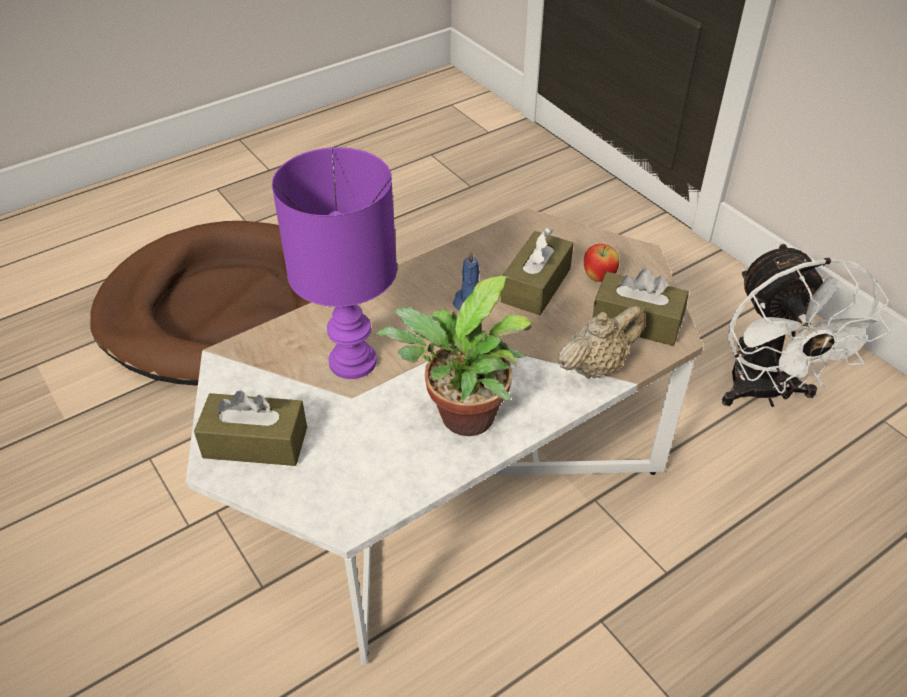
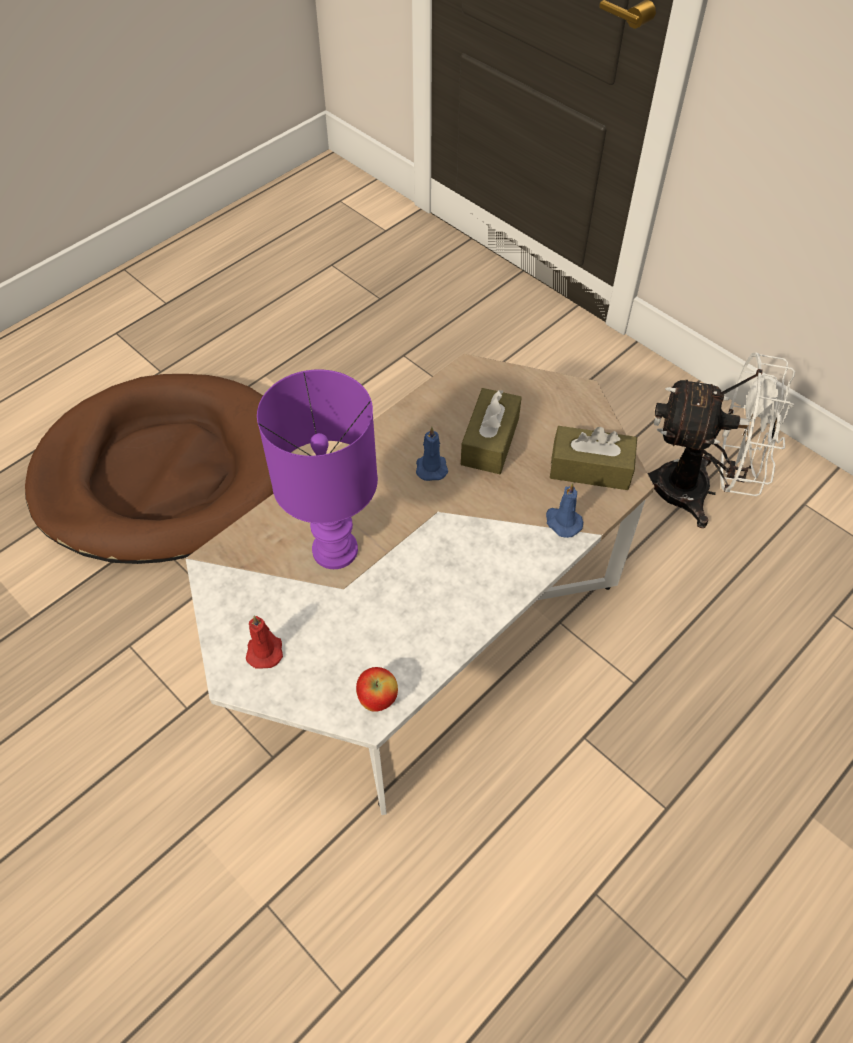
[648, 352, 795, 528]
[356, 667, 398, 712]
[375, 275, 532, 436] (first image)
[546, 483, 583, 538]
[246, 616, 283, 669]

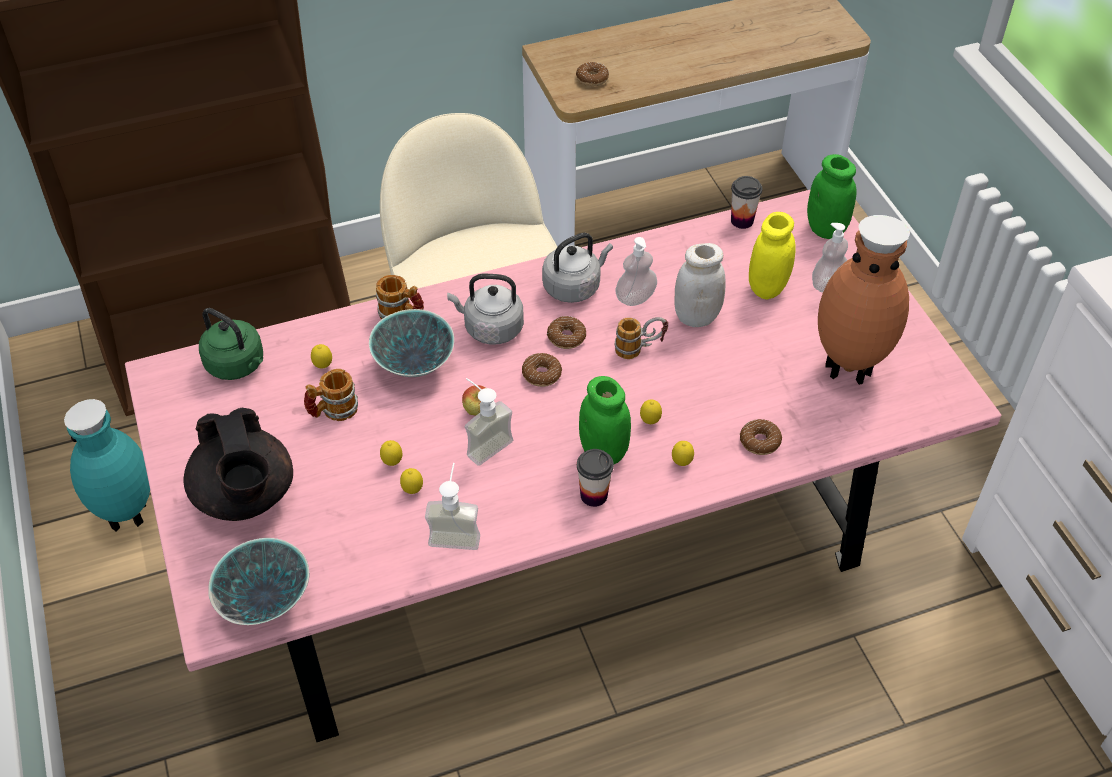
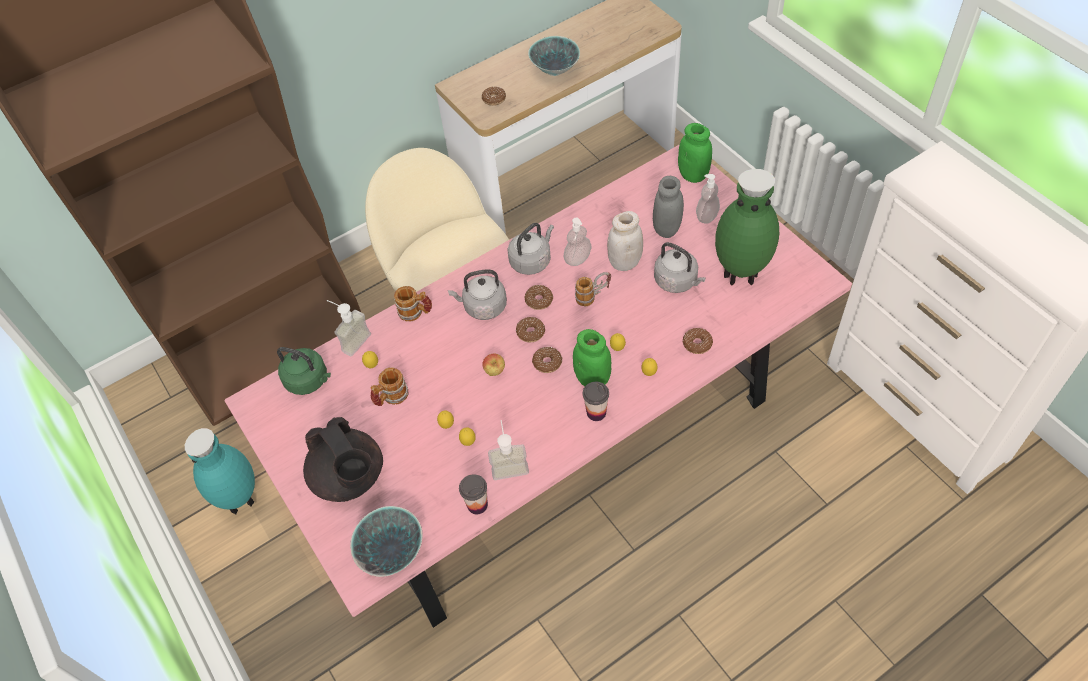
[459, 474, 488, 514]
[653, 176, 684, 238]
[715, 169, 779, 286]
[528, 36, 580, 76]
[327, 300, 371, 357]
[654, 242, 706, 293]
[532, 347, 562, 373]

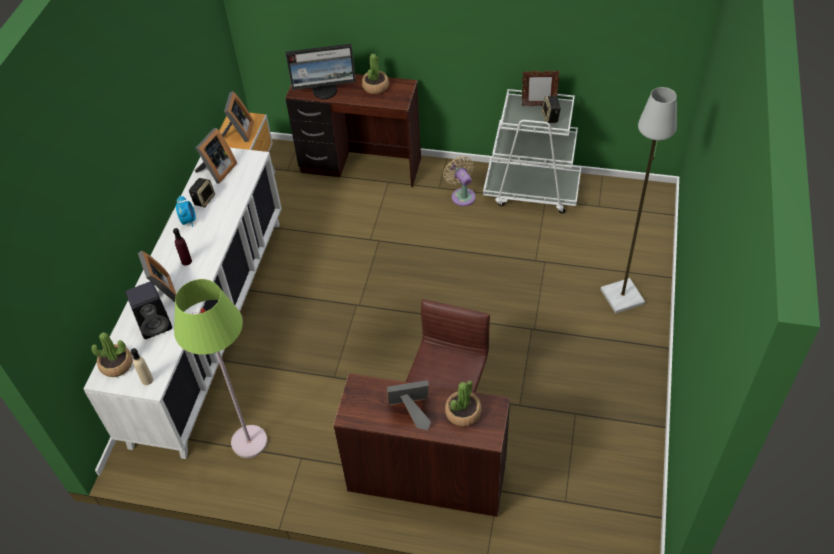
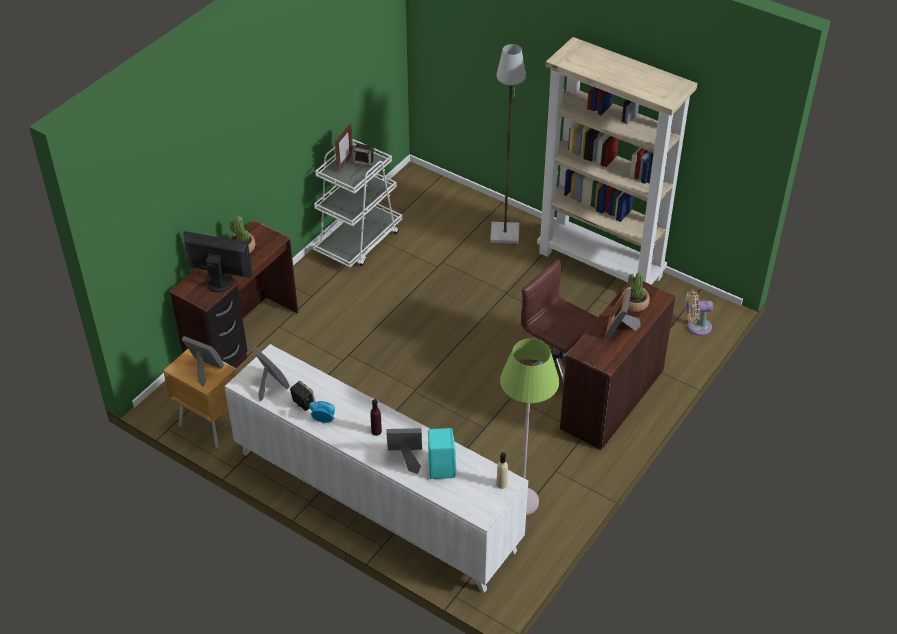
[183, 231, 253, 292]
[685, 290, 713, 336]
[428, 428, 456, 479]
[92, 332, 133, 377] (first image)
[537, 37, 697, 285]

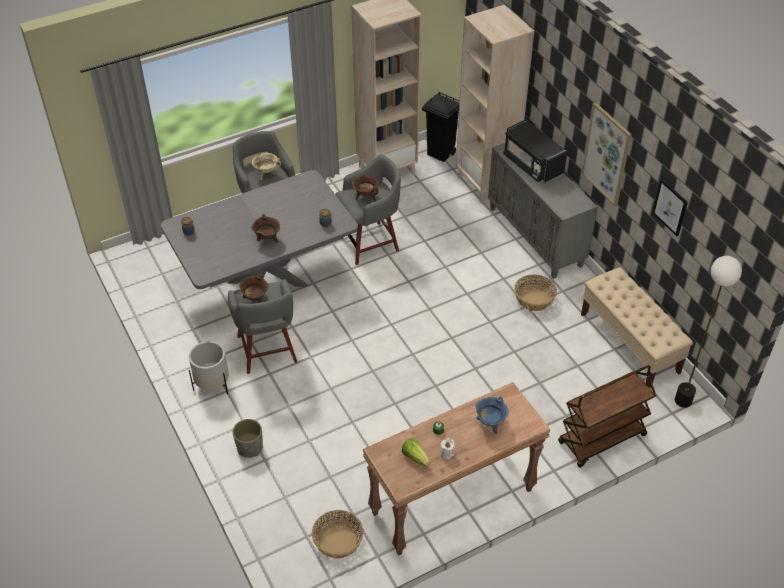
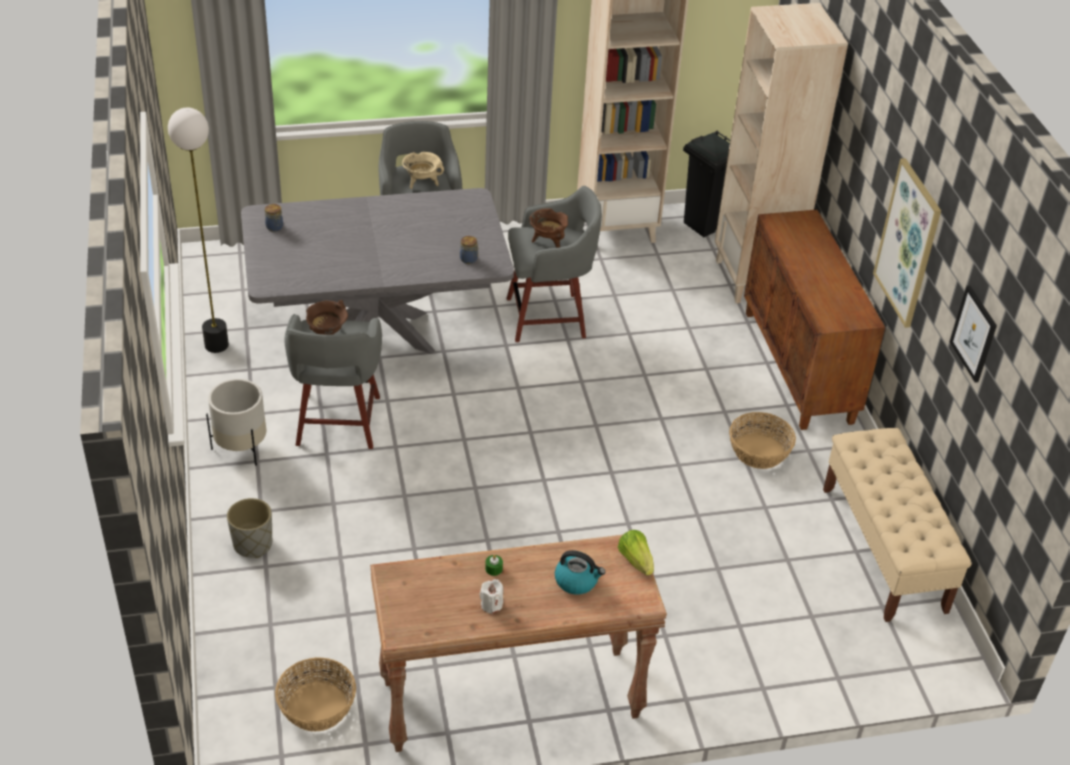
[503, 120, 568, 183] (first image)
[744, 210, 885, 430]
[251, 214, 280, 243] (first image)
[168, 108, 229, 353]
[558, 365, 657, 468] (first image)
[555, 550, 605, 595]
[618, 530, 654, 576]

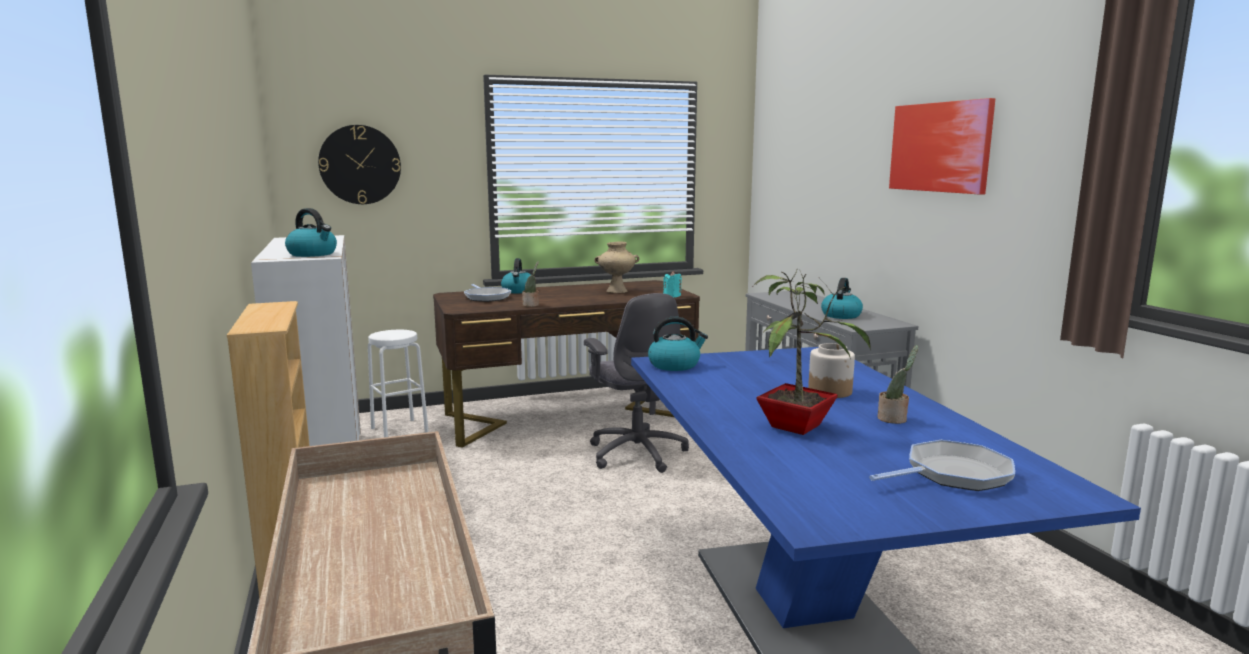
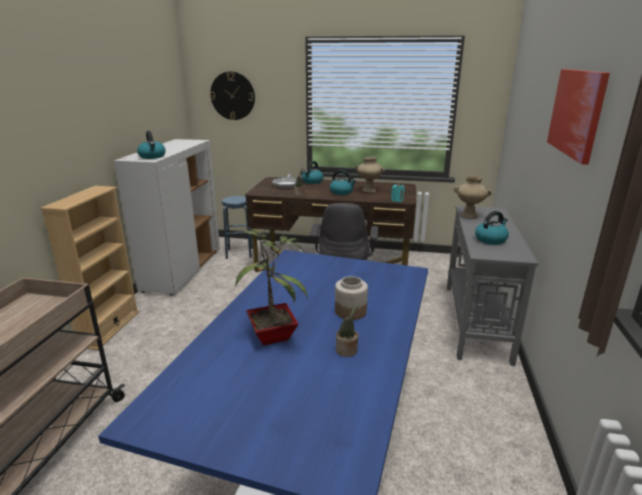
[330, 170, 356, 195]
[222, 196, 253, 259]
[869, 440, 1015, 491] (first image)
[454, 176, 492, 219]

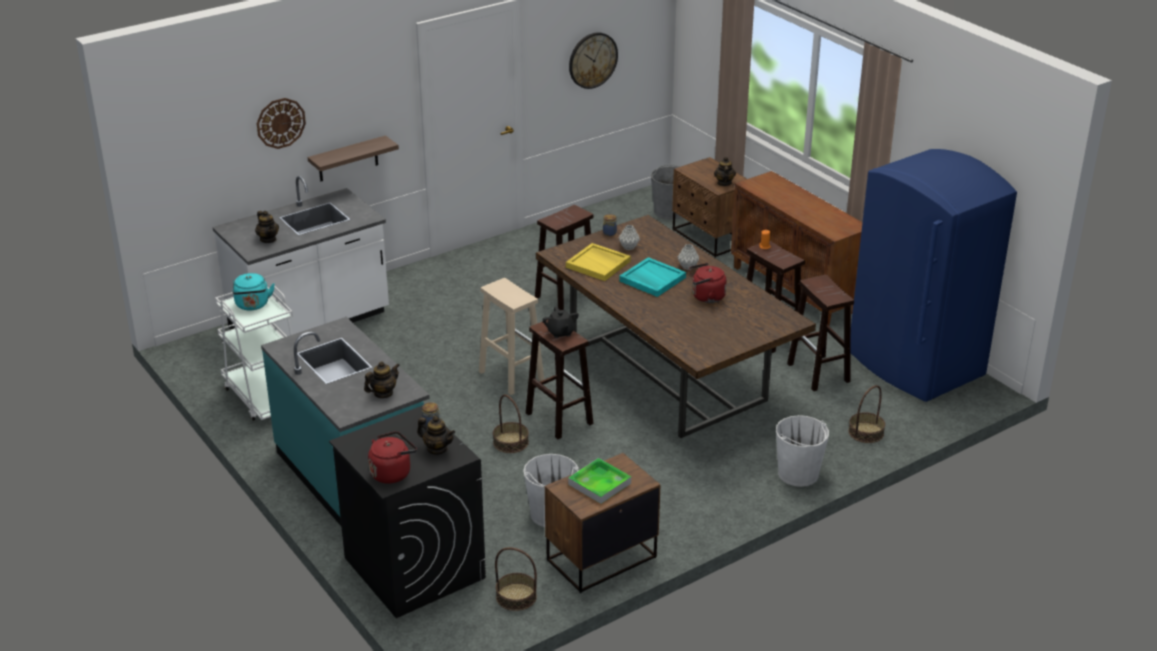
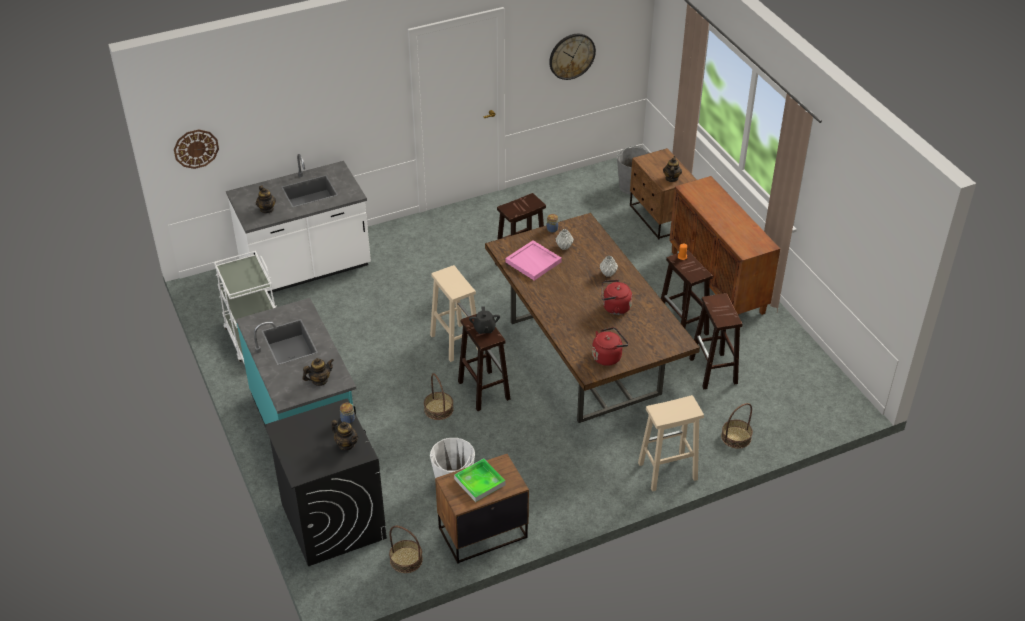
[174, 129, 219, 169]
[308, 135, 399, 181] (first image)
[851, 149, 1017, 402] (first image)
[505, 240, 562, 280]
[619, 257, 686, 297] (first image)
[232, 273, 275, 310] (first image)
[638, 395, 704, 491]
[592, 327, 629, 366]

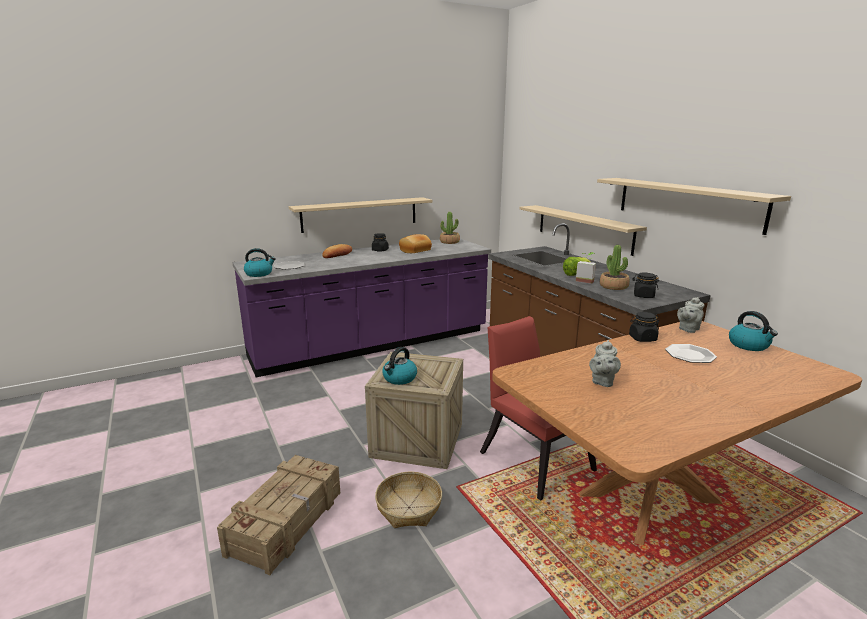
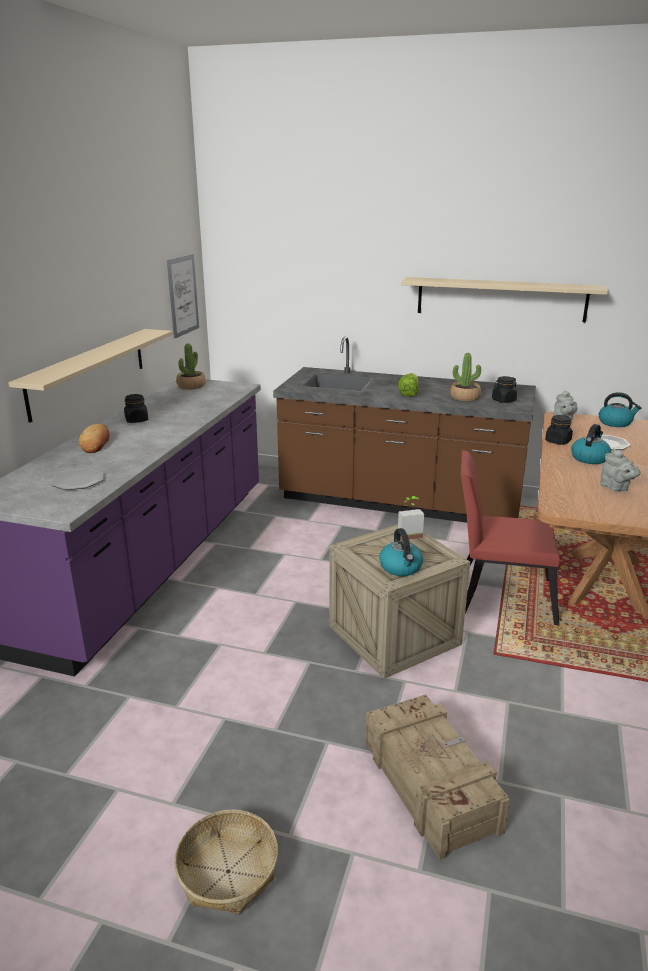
[519, 205, 647, 256] (first image)
[399, 234, 432, 253] (first image)
[571, 424, 611, 464]
[398, 496, 424, 541]
[174, 810, 278, 914]
[167, 255, 199, 338]

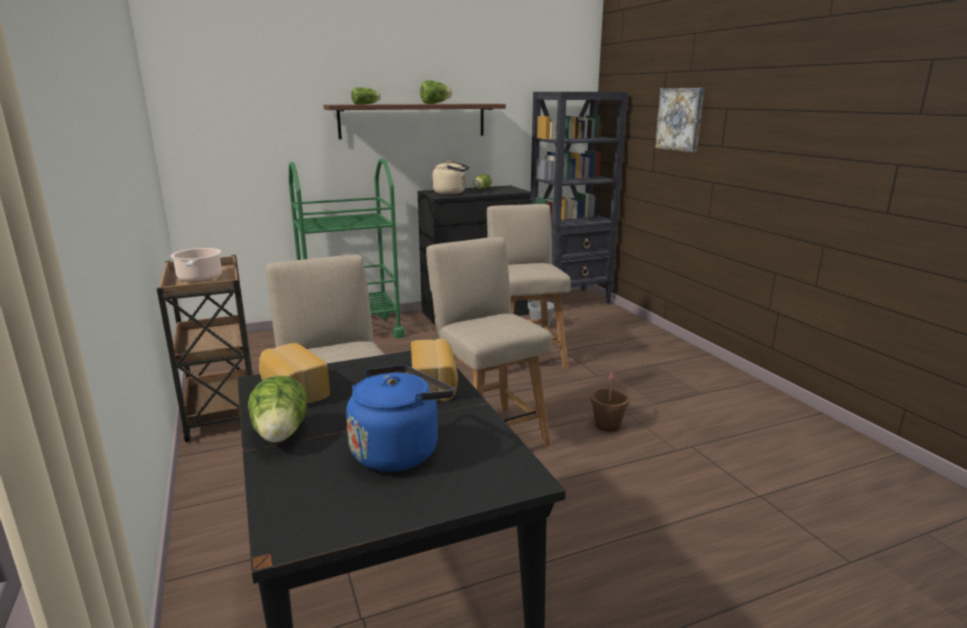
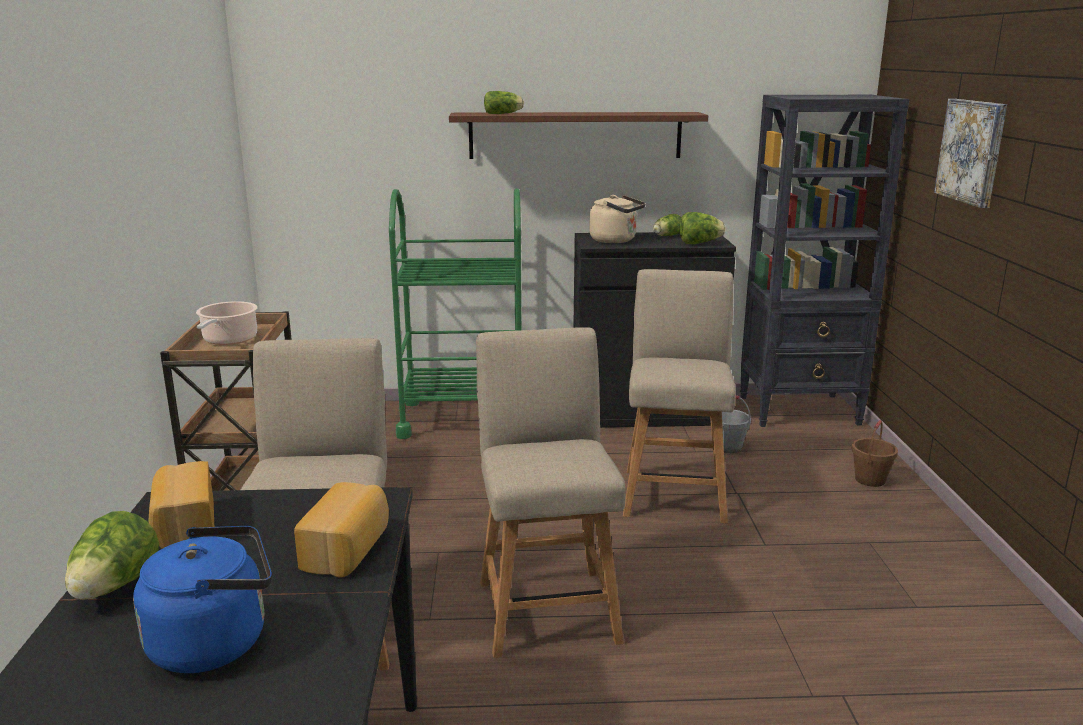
[680, 212, 726, 244]
[851, 420, 898, 487]

